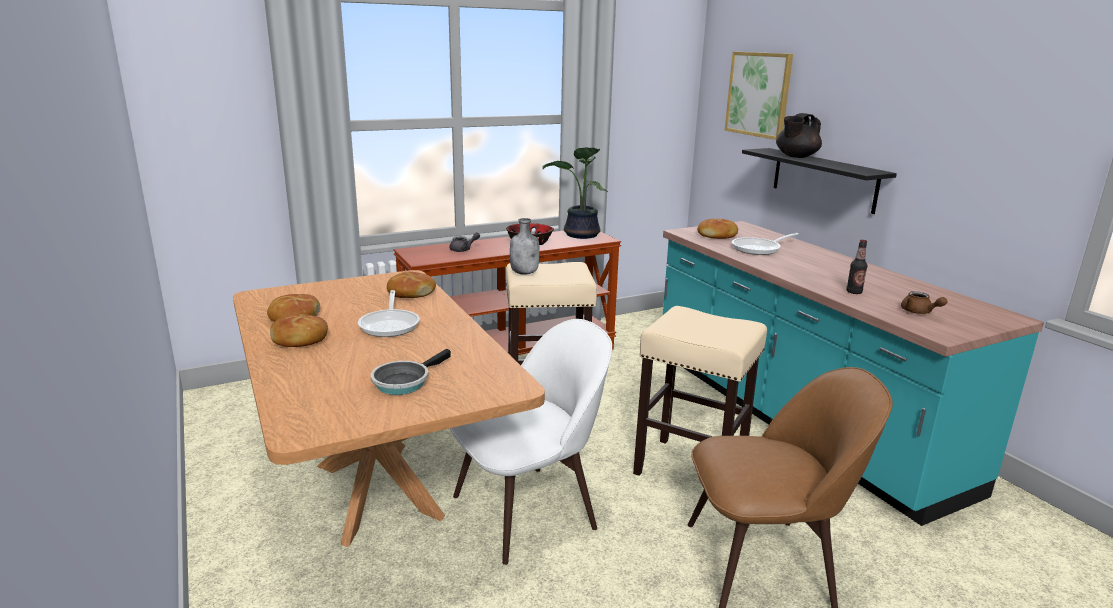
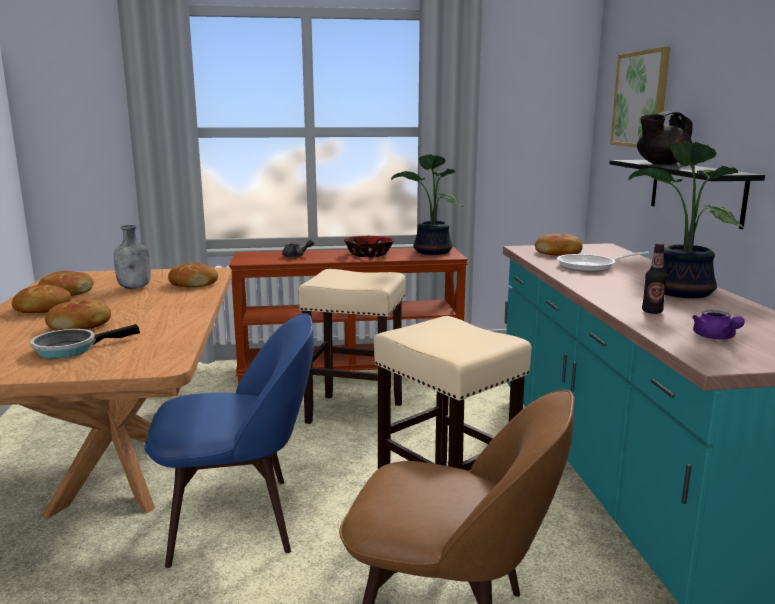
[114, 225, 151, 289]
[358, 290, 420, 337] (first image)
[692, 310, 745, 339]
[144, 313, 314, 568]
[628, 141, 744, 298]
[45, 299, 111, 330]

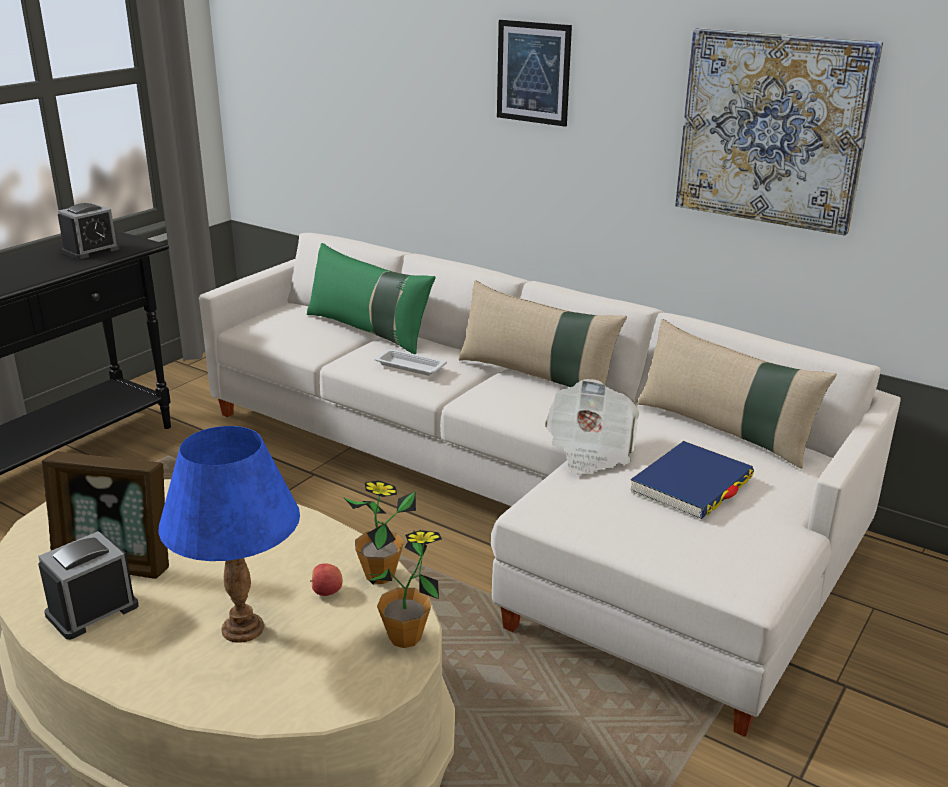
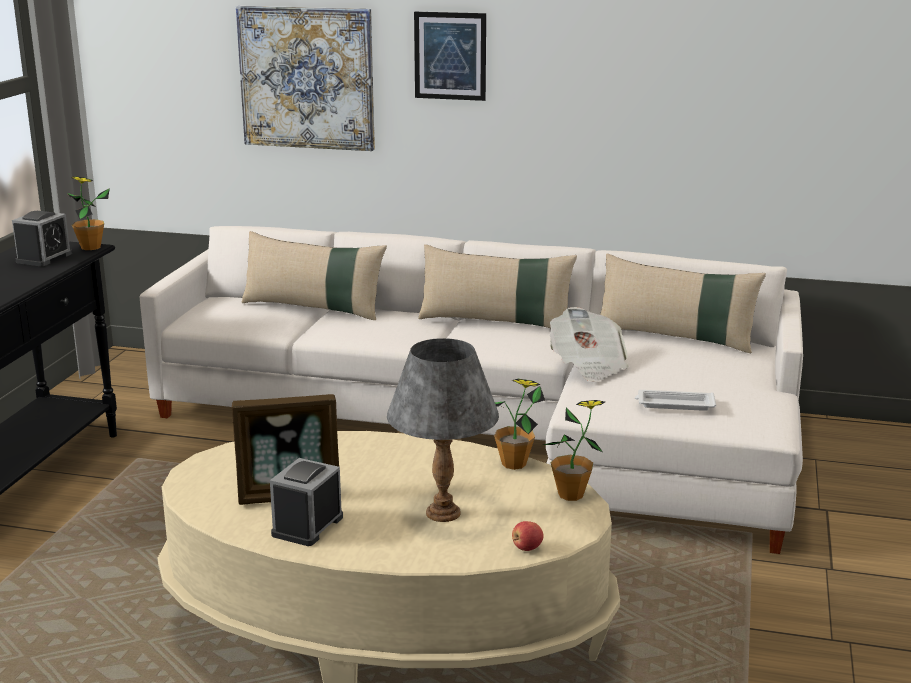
[236, 6, 375, 151]
[242, 231, 387, 320]
[635, 390, 716, 411]
[387, 338, 499, 522]
[631, 441, 754, 519] (first image)
[512, 521, 544, 551]
[67, 176, 110, 250]

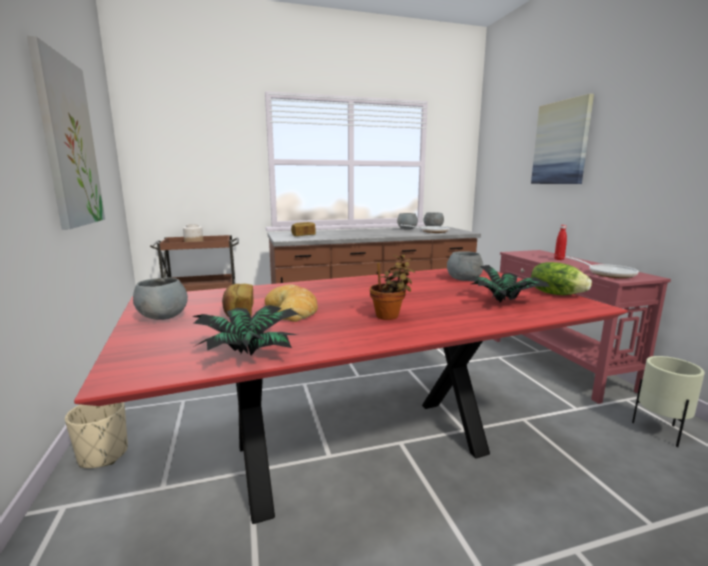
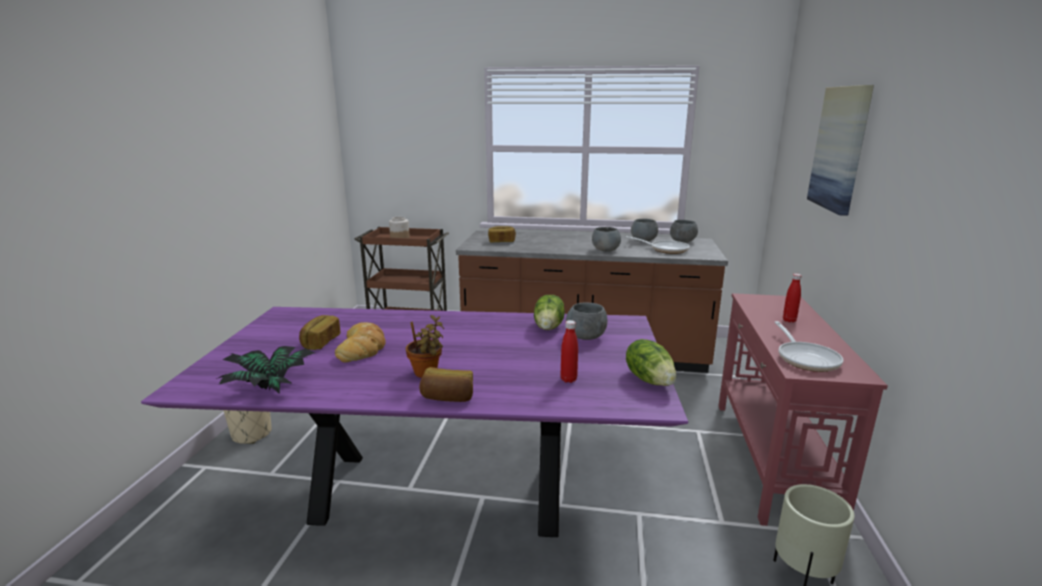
[27, 35, 105, 230] (first image)
[561, 320, 578, 383]
[141, 307, 688, 537]
[592, 227, 621, 252]
[534, 295, 565, 330]
[419, 367, 473, 402]

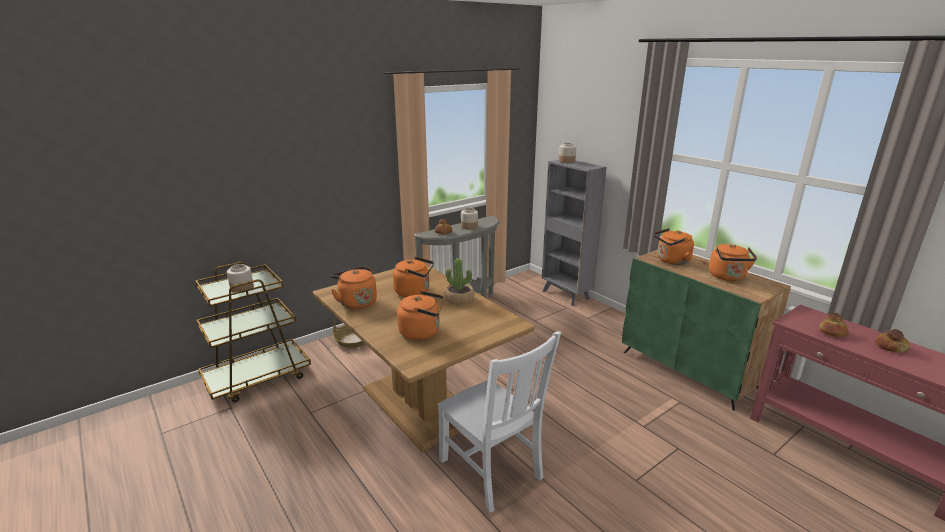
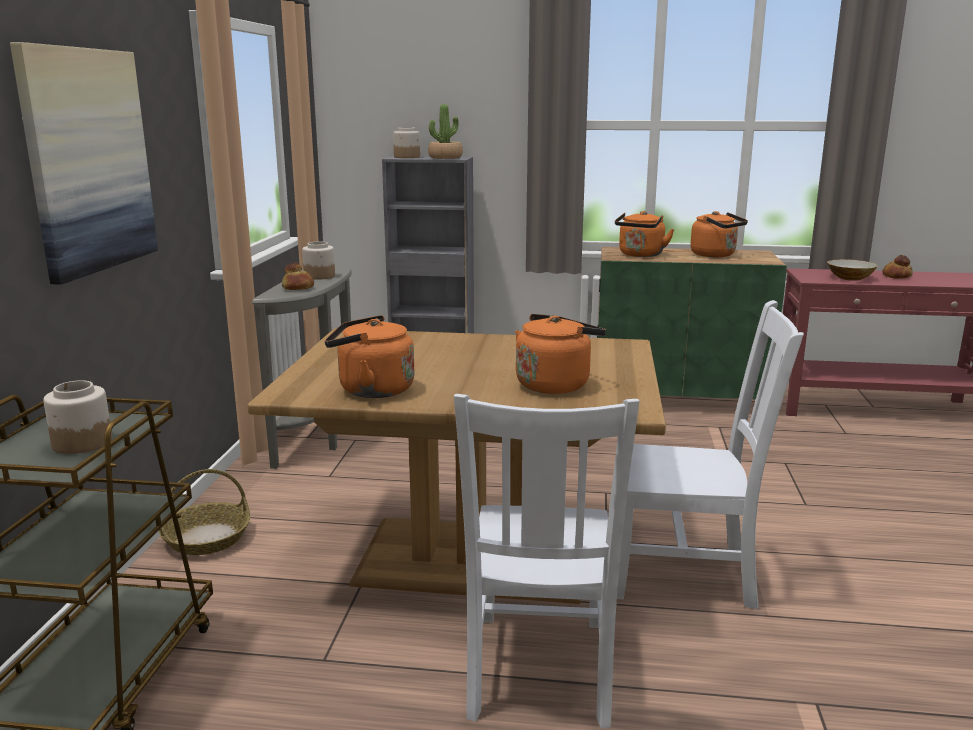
[393, 257, 434, 297] (first image)
[428, 104, 463, 159]
[827, 259, 878, 281]
[10, 42, 158, 285]
[454, 394, 640, 729]

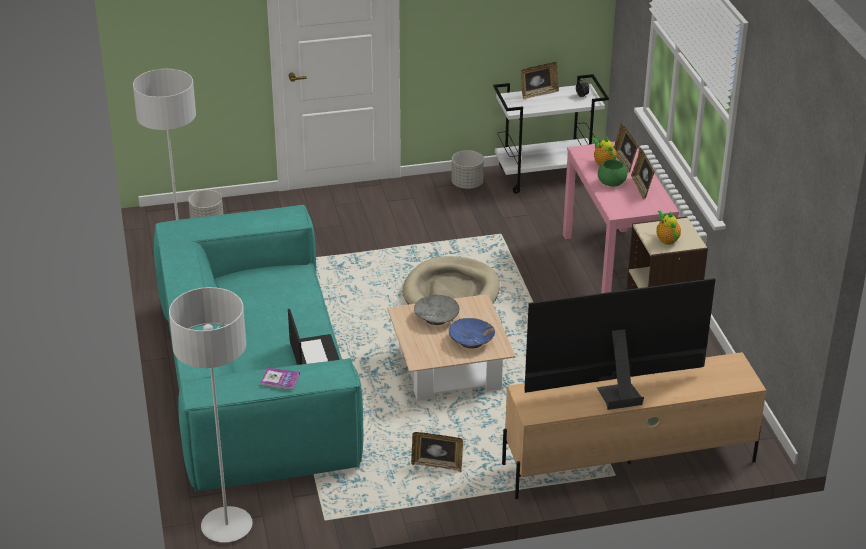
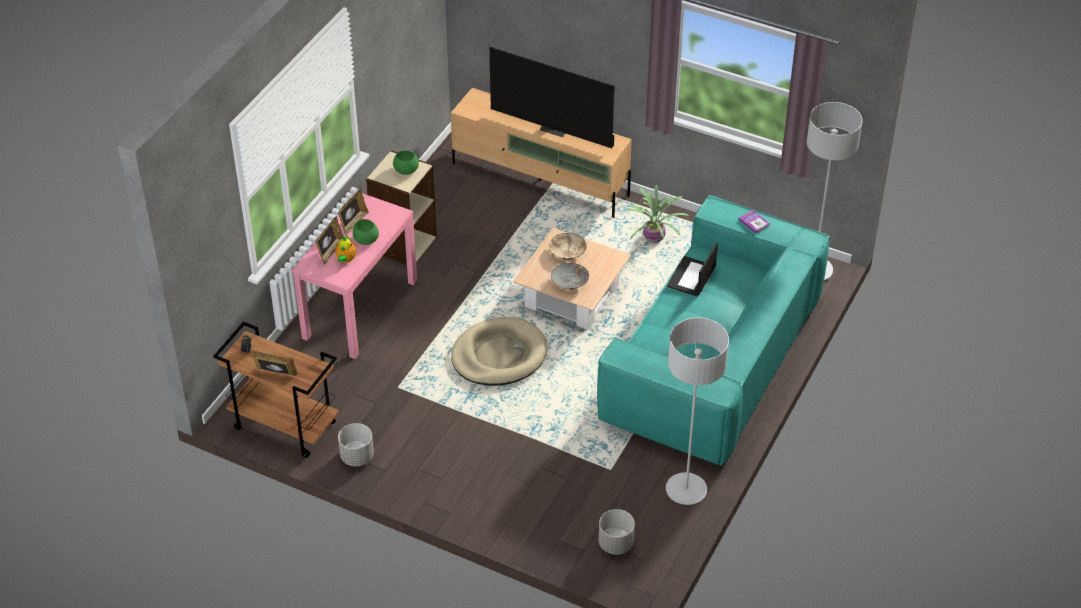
[213, 322, 339, 458]
[393, 150, 419, 175]
[549, 233, 587, 260]
[626, 185, 688, 242]

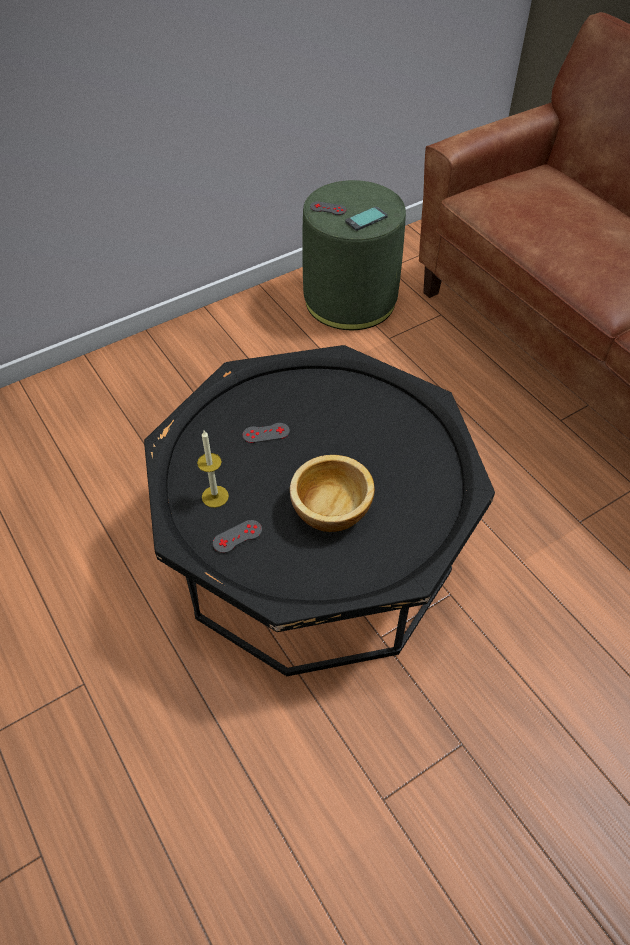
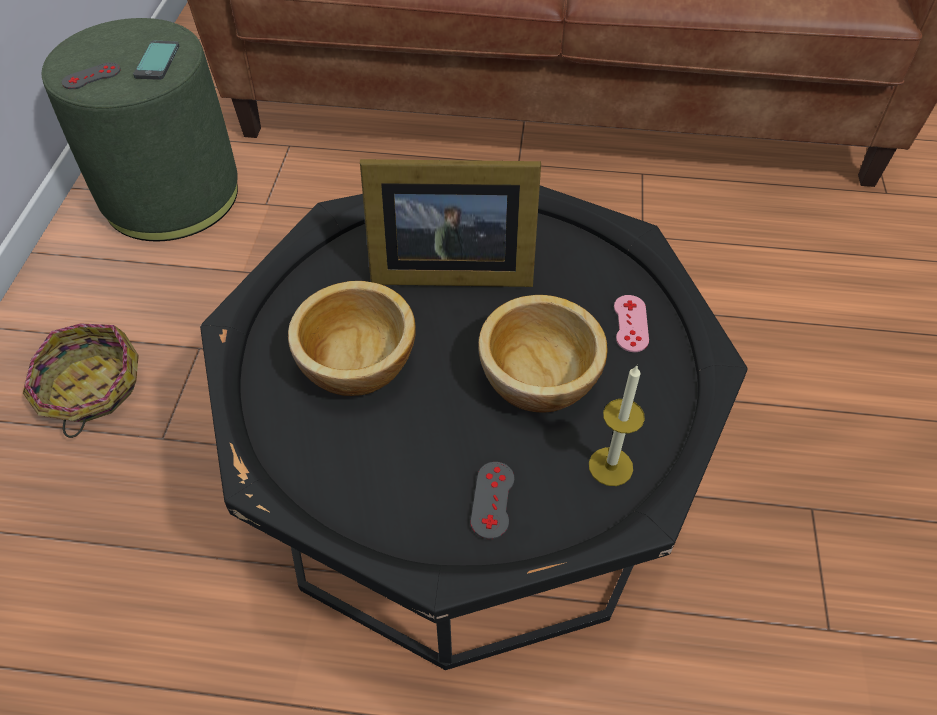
[288, 281, 416, 396]
[589, 366, 645, 486]
[360, 159, 541, 287]
[614, 295, 649, 352]
[23, 324, 139, 438]

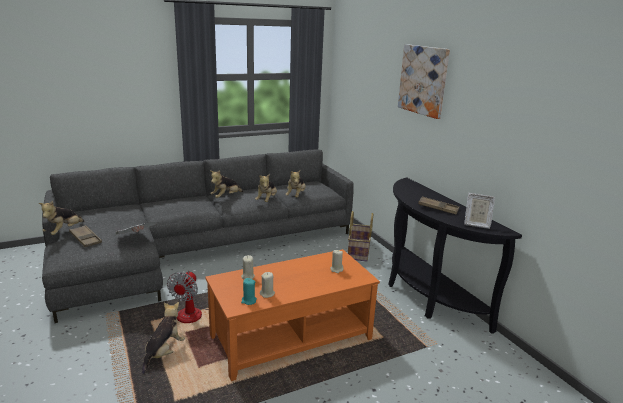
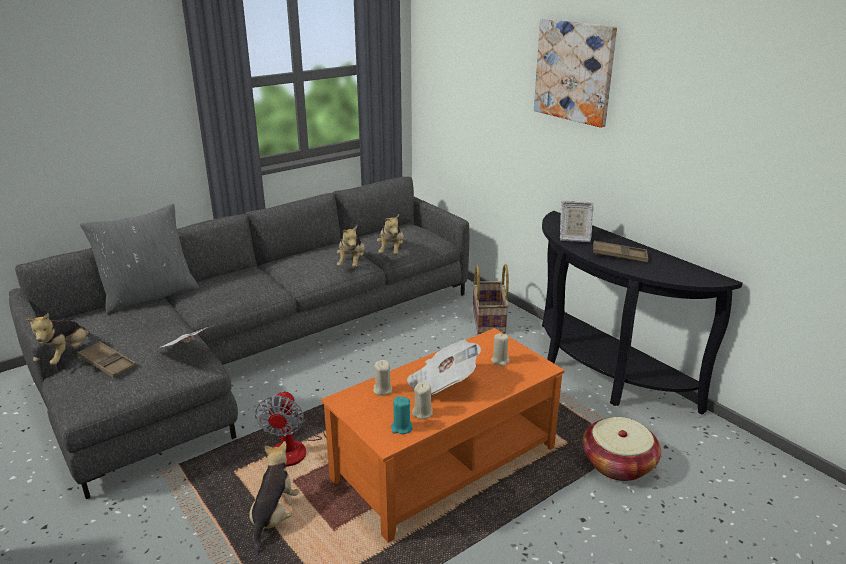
[210, 170, 243, 198] (first image)
[560, 201, 594, 242]
[80, 204, 199, 315]
[407, 340, 481, 395]
[582, 417, 661, 481]

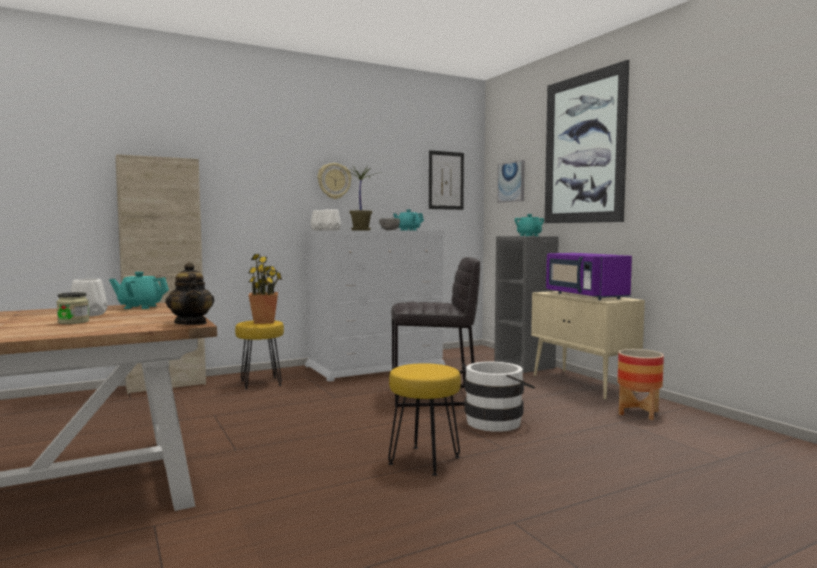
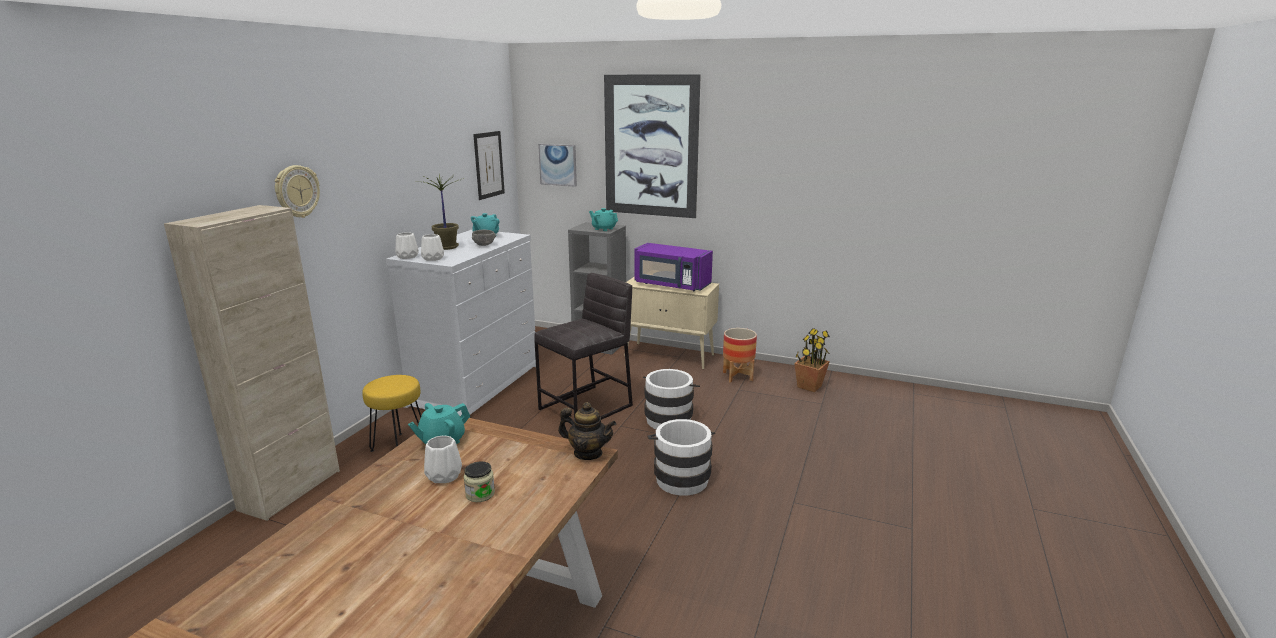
[275, 165, 320, 218]
[794, 328, 830, 392]
[647, 419, 715, 496]

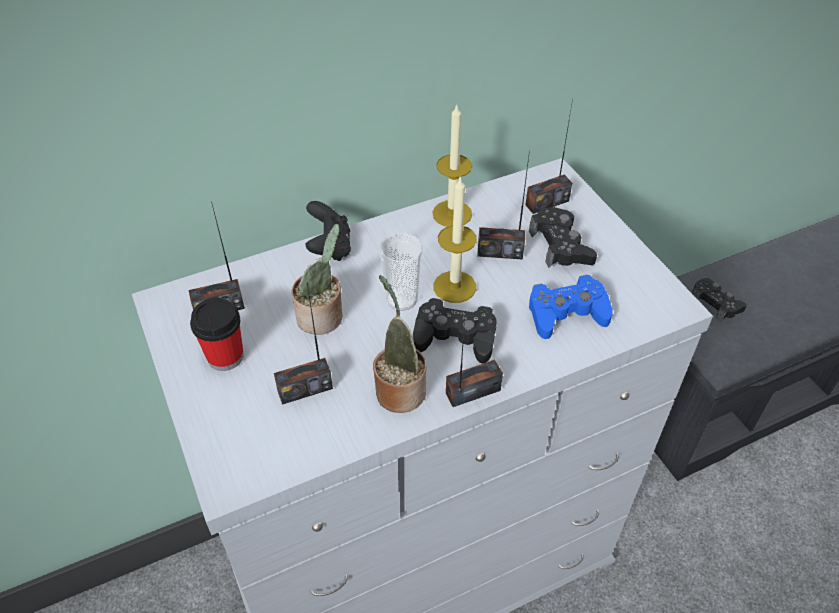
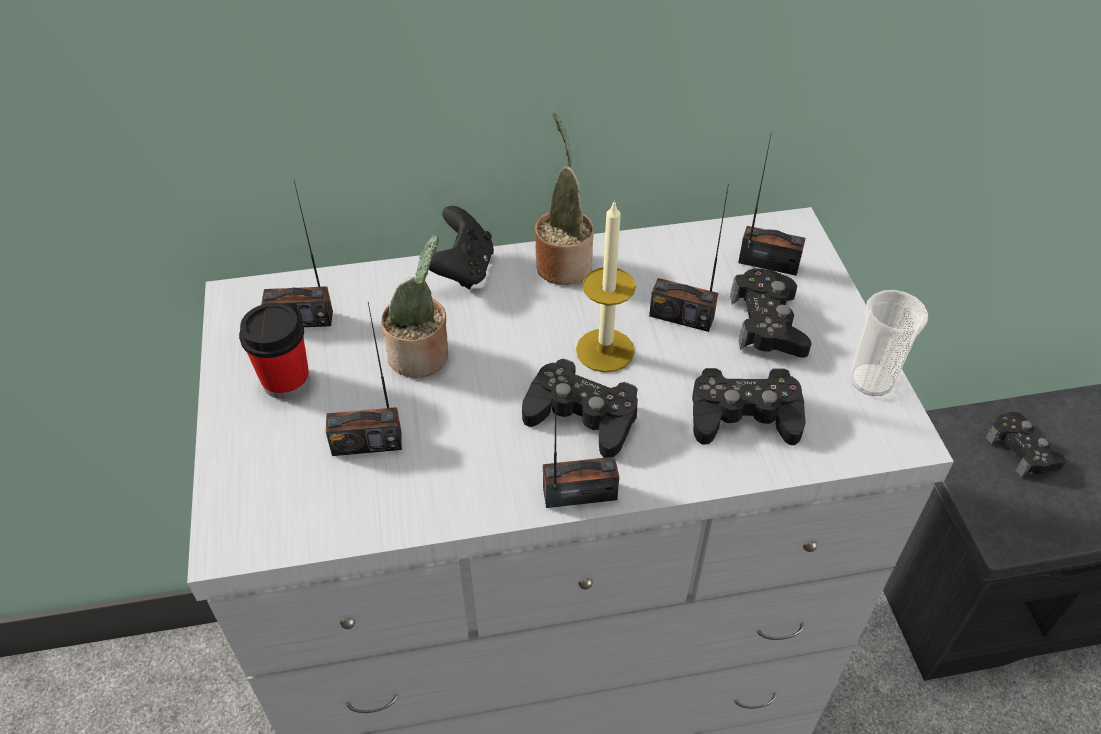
[738, 135, 806, 276]
[432, 104, 472, 227] (first image)
[850, 290, 928, 396]
[535, 112, 594, 285]
[692, 368, 806, 445]

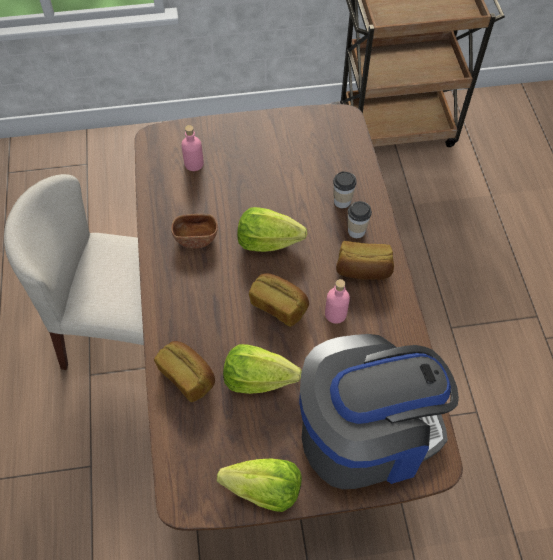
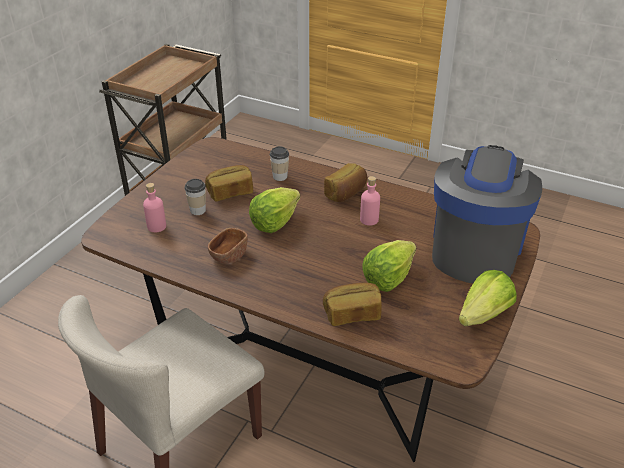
[184, 179, 206, 215]
[205, 165, 253, 201]

